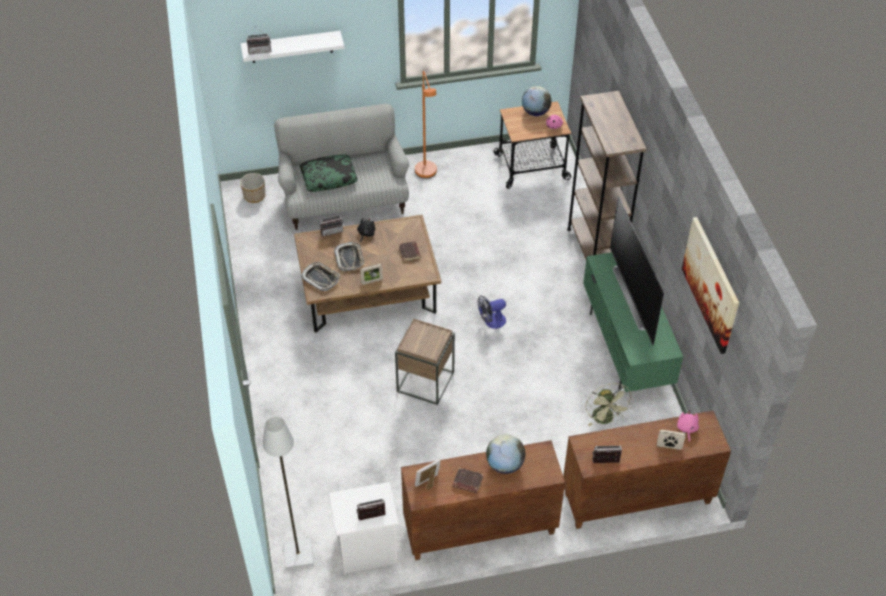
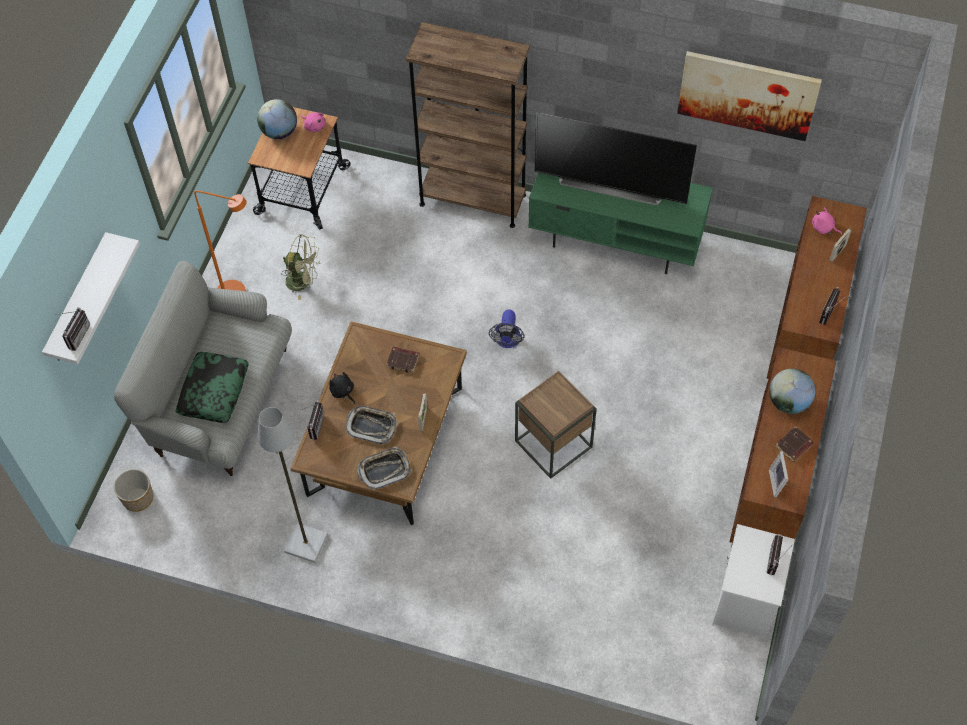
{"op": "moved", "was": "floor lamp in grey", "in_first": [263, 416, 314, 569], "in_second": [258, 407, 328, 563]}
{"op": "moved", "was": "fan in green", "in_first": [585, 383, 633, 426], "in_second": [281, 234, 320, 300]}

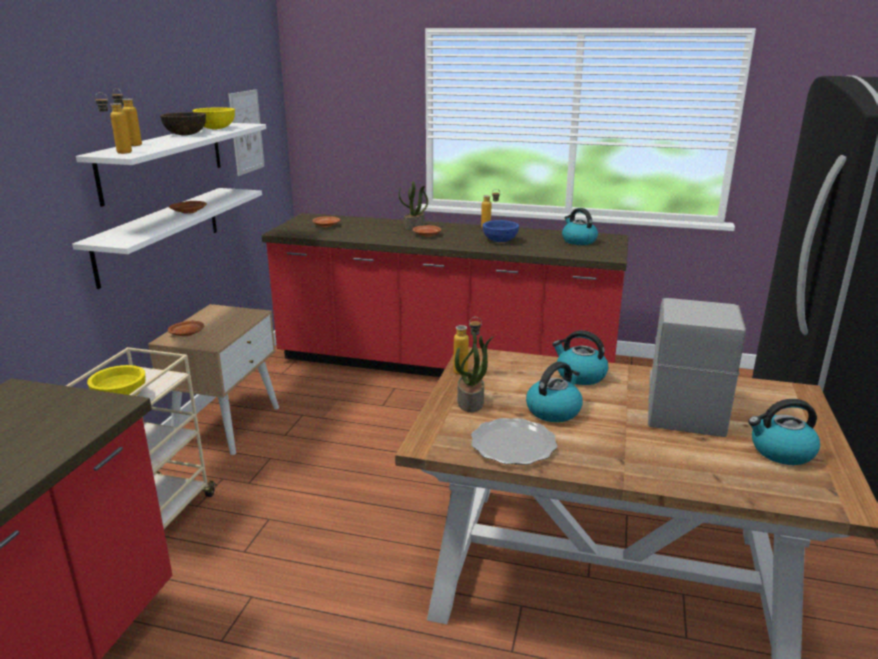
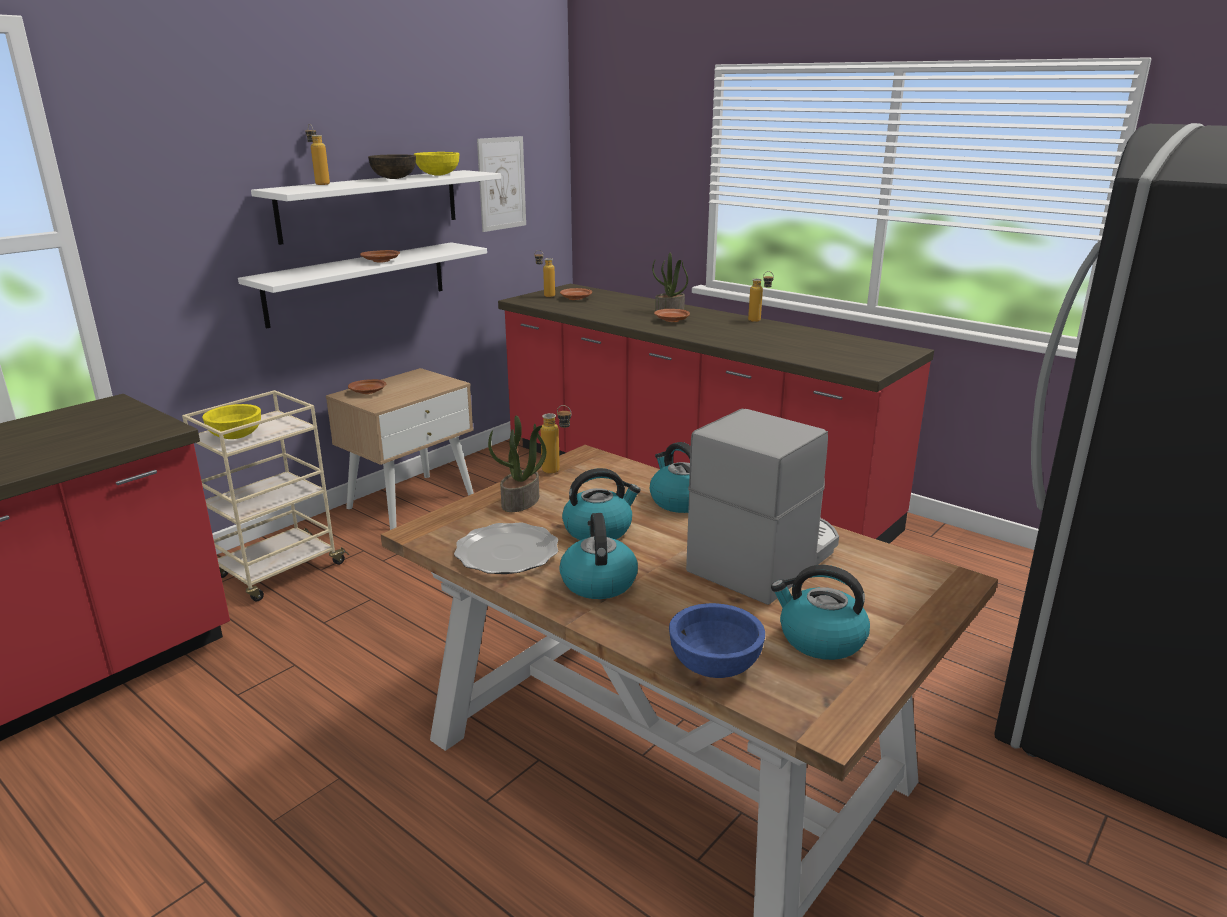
{"op": "moved", "was": "bottle", "in_first": [95, 93, 132, 154], "in_second": [534, 250, 555, 297]}
{"op": "moved", "was": "bowl in blue", "in_first": [482, 220, 519, 242], "in_second": [669, 603, 765, 678]}
{"op": "moved", "was": "kettle", "in_first": [562, 208, 598, 245], "in_second": [559, 513, 638, 599]}

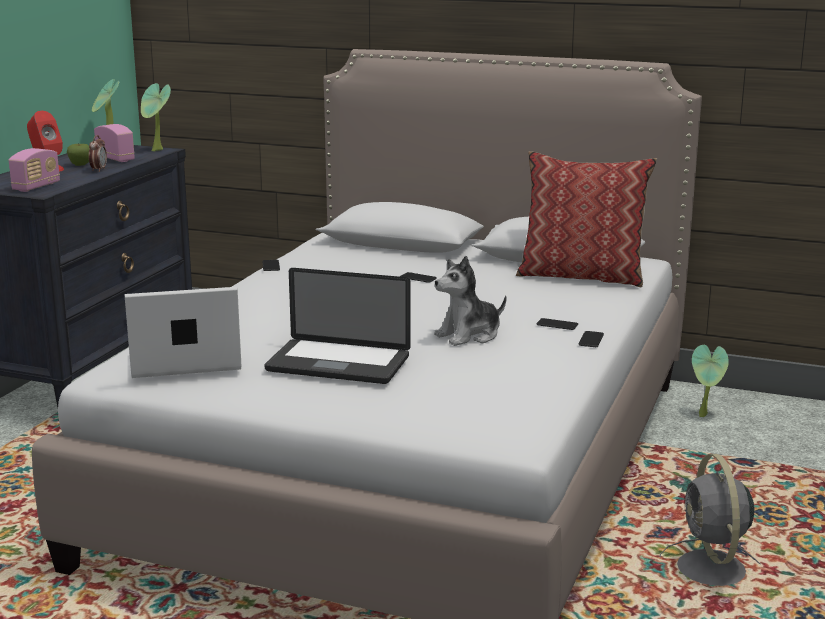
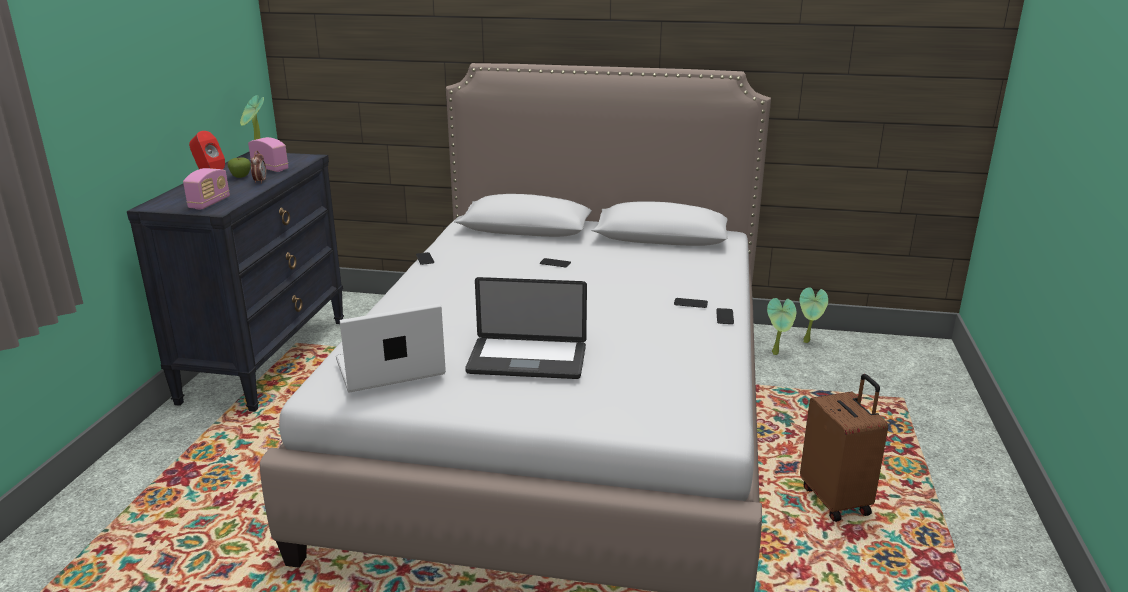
{"op": "removed", "was": "plush toy", "in_first": [434, 256, 506, 346]}
{"op": "removed", "was": "pillow", "in_first": [516, 151, 657, 287]}
{"op": "moved", "was": "potted plant", "in_first": [141, 83, 171, 152], "in_second": [799, 287, 828, 343]}
{"op": "replaced", "was": "fan in grey", "now": "suitcase in brown", "in_first": [660, 454, 760, 586], "in_second": [800, 374, 888, 522]}

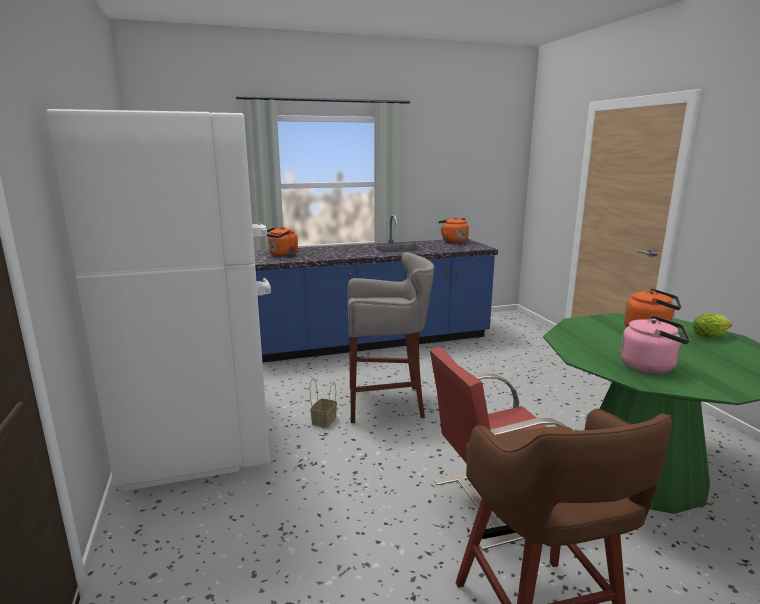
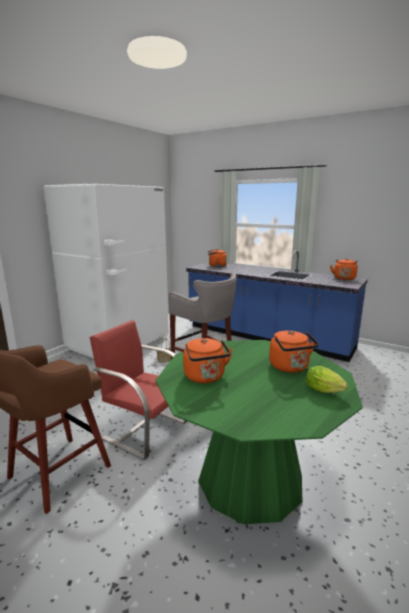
{"op": "recoloured", "was": "kettle in pink", "now": "kettle in orange", "in_first": [620, 315, 690, 374], "in_second": [183, 338, 233, 383]}

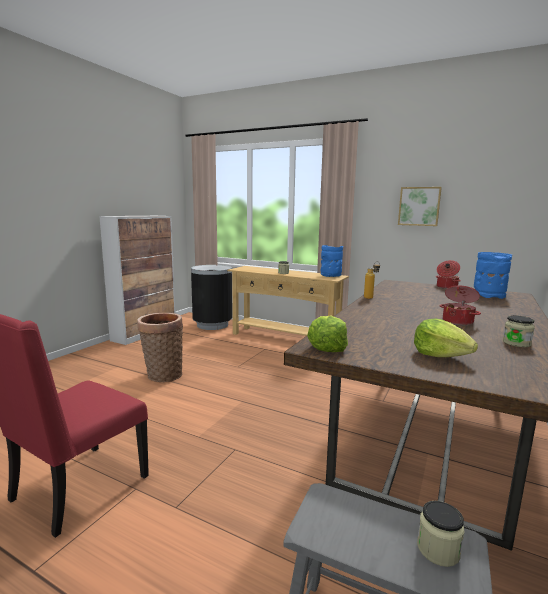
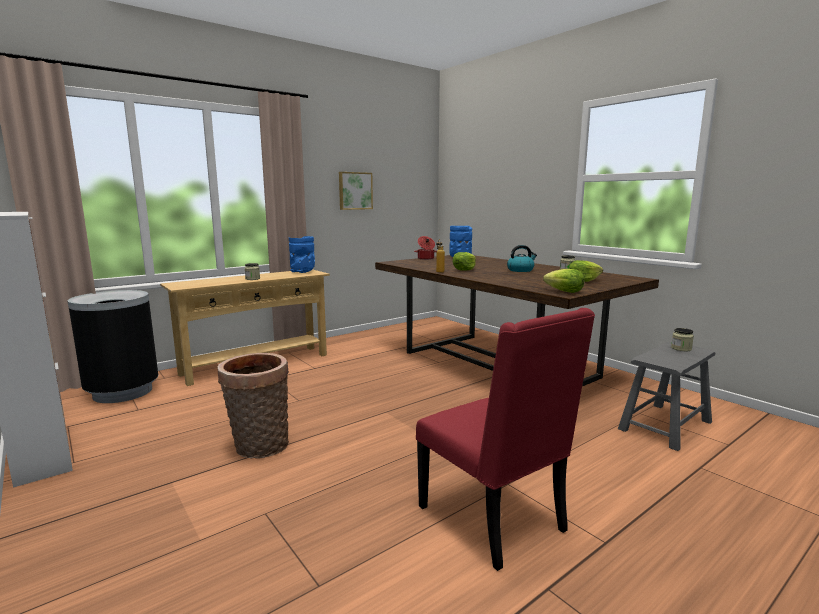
{"op": "added", "now": "lettuce", "in_second": [452, 252, 476, 271]}
{"op": "replaced", "was": "cooking pot", "now": "kettle", "in_first": [440, 286, 481, 326], "in_second": [507, 245, 537, 272]}

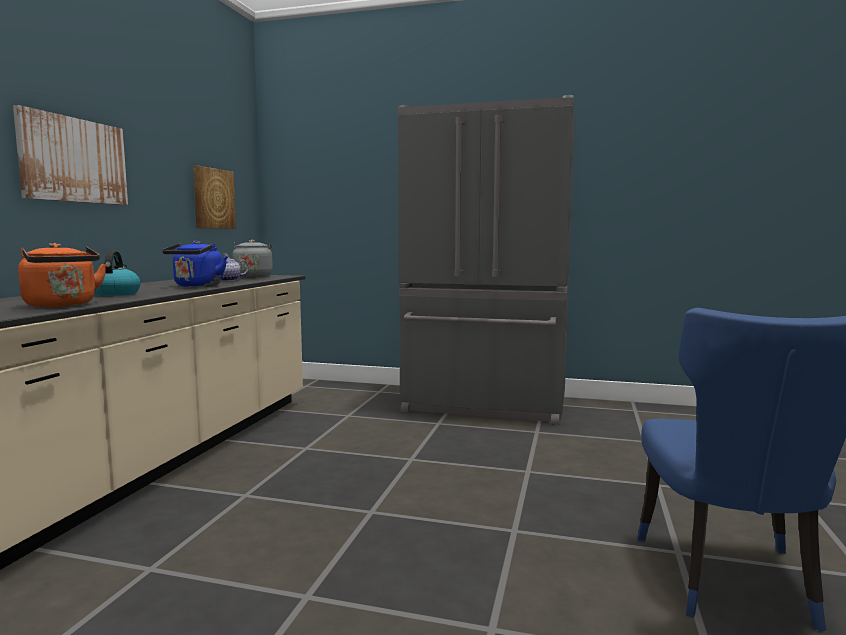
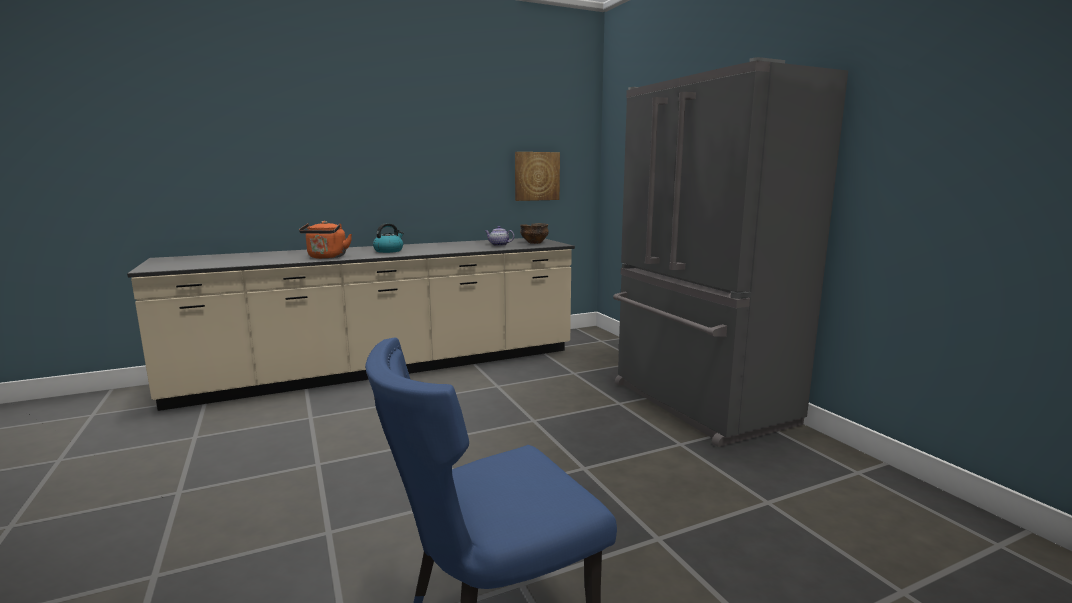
{"op": "removed", "was": "picture", "in_first": [13, 105, 128, 205]}
{"op": "removed", "was": "kettle in blue", "in_first": [162, 241, 227, 287]}
{"op": "replaced", "was": "kettle in grey", "now": "bowl", "in_first": [224, 240, 273, 278], "in_second": [520, 223, 549, 244]}

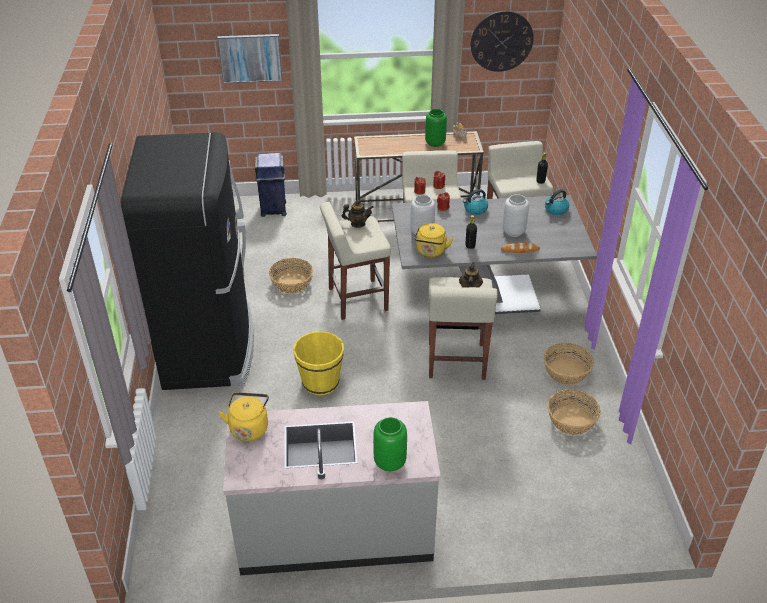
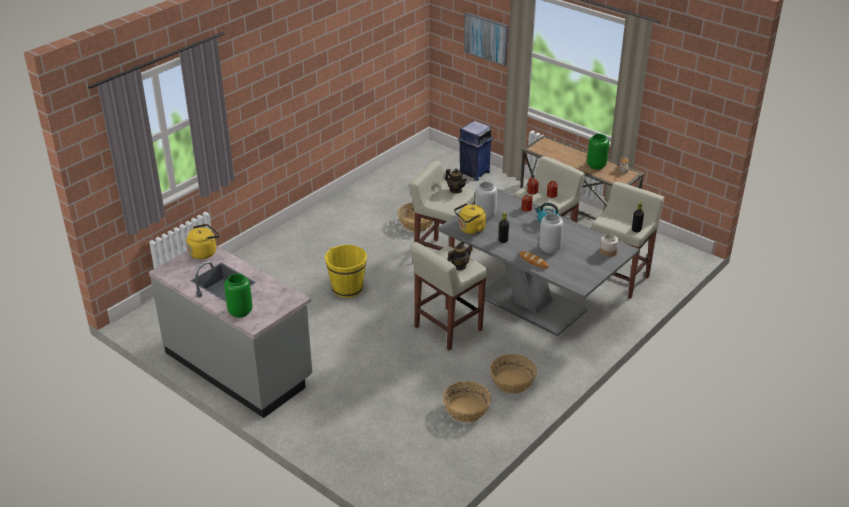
{"op": "removed", "was": "fridge in black", "in_first": [121, 132, 254, 390]}
{"op": "removed", "was": "wall clock", "in_first": [471, 11, 534, 72]}
{"op": "replaced", "was": "kettle", "now": "jar", "in_first": [545, 189, 569, 215], "in_second": [600, 234, 618, 257]}

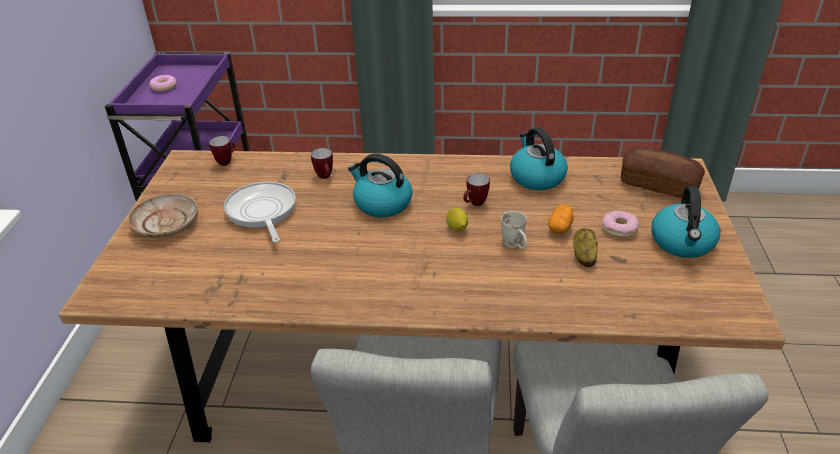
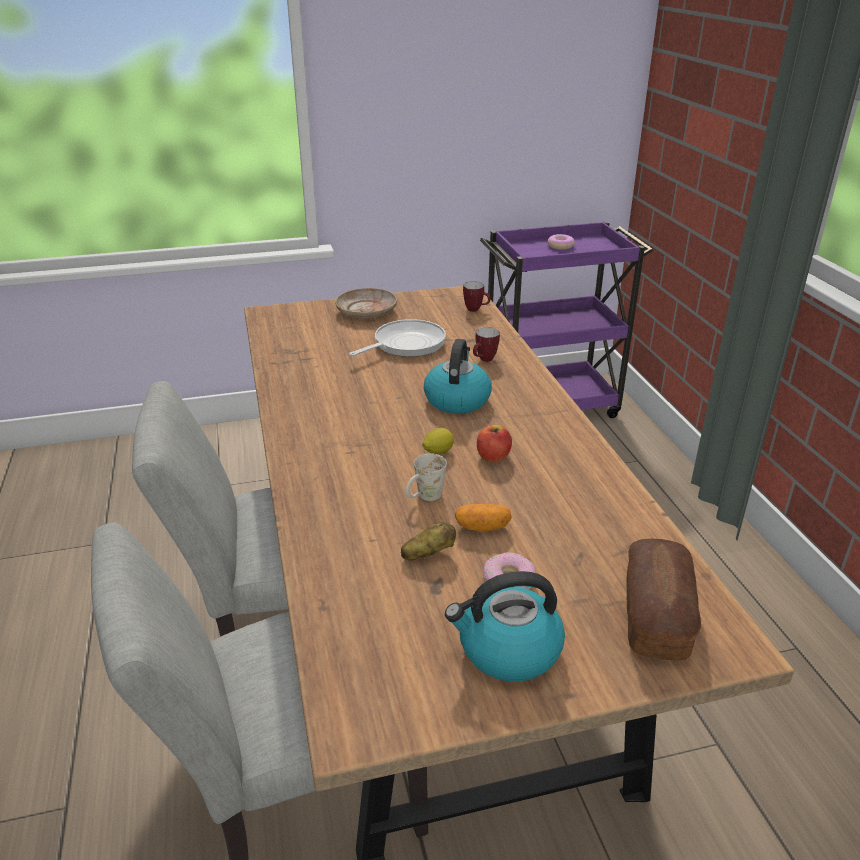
{"op": "removed", "was": "kettle", "in_first": [510, 127, 568, 190]}
{"op": "replaced", "was": "mug", "now": "apple", "in_first": [463, 173, 490, 206], "in_second": [477, 425, 512, 462]}

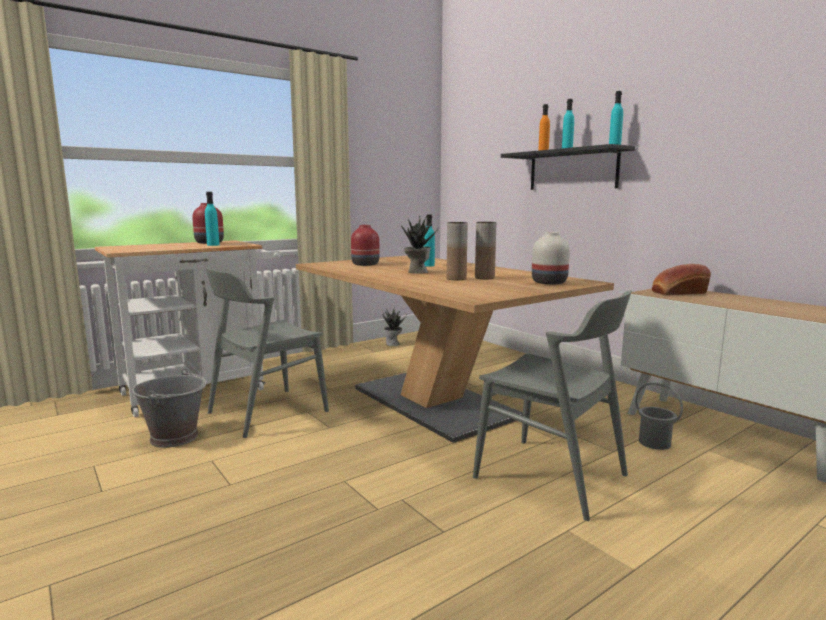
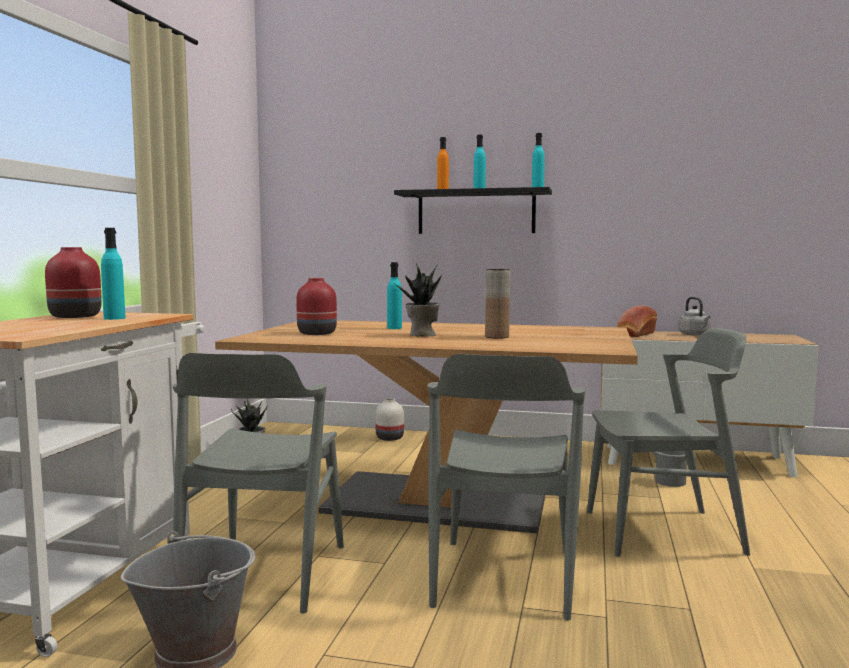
{"op": "removed", "was": "vase in brown", "in_first": [475, 222, 496, 279]}
{"op": "added", "now": "chair in grey", "in_second": [427, 354, 586, 621]}
{"op": "added", "now": "kettle in grey", "in_second": [678, 297, 711, 335]}
{"op": "moved", "was": "vase in white", "in_first": [532, 232, 570, 285], "in_second": [375, 398, 404, 441]}

